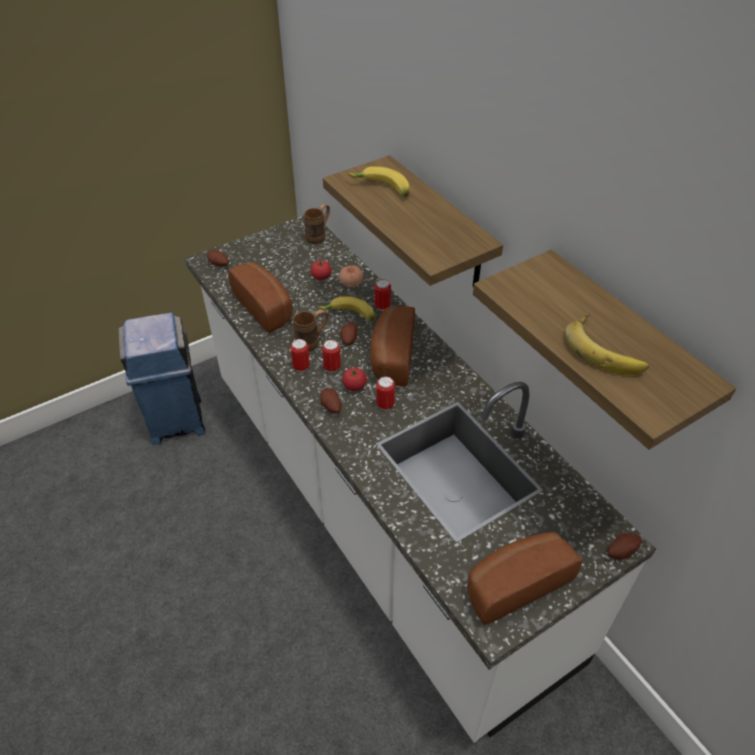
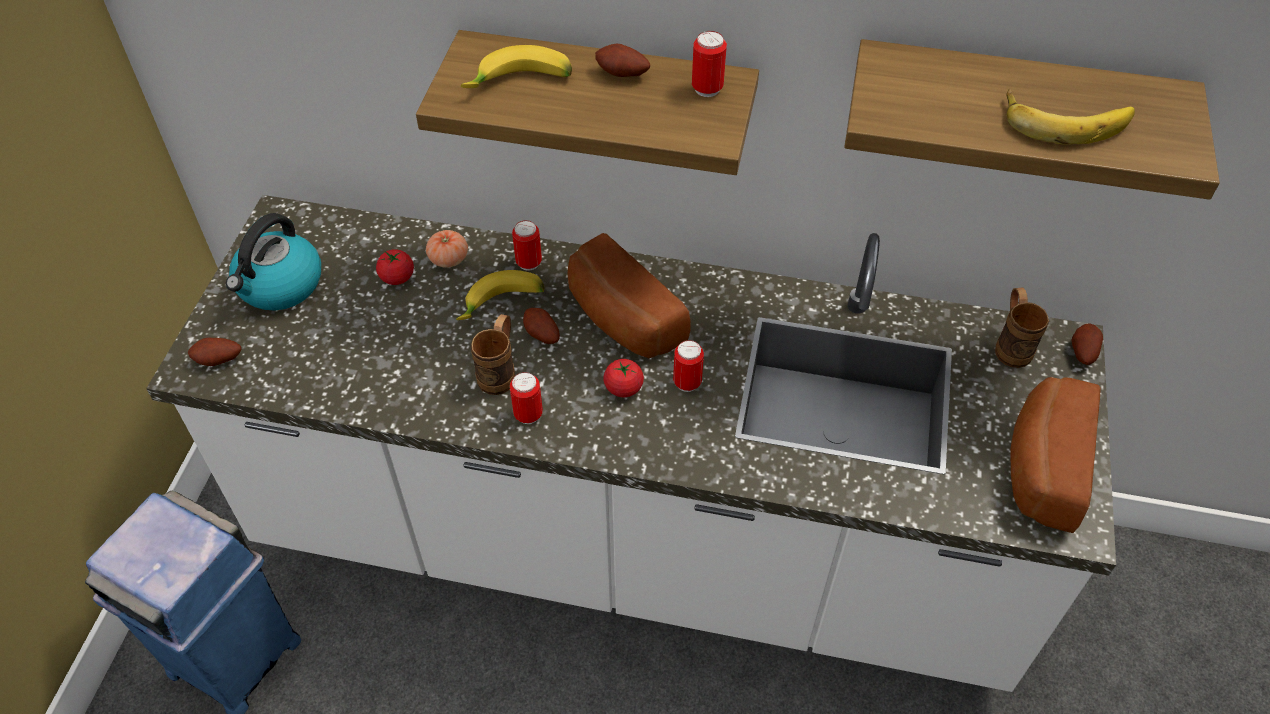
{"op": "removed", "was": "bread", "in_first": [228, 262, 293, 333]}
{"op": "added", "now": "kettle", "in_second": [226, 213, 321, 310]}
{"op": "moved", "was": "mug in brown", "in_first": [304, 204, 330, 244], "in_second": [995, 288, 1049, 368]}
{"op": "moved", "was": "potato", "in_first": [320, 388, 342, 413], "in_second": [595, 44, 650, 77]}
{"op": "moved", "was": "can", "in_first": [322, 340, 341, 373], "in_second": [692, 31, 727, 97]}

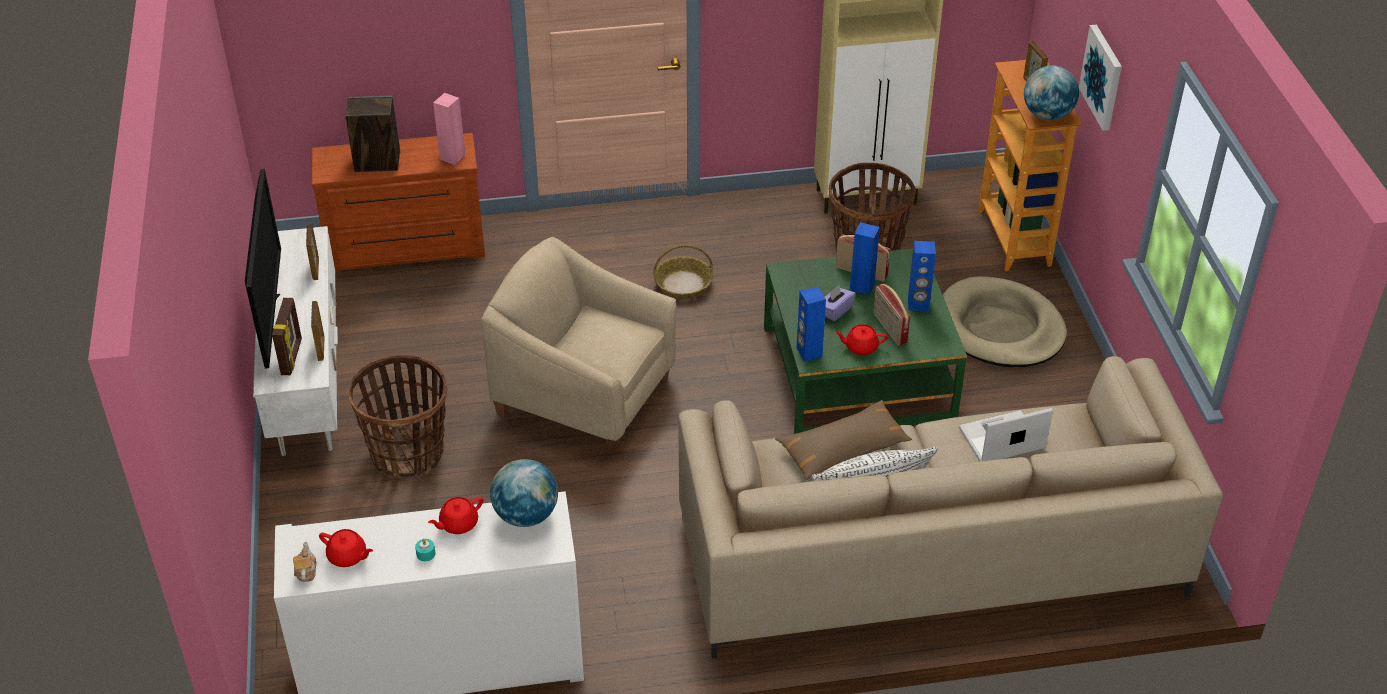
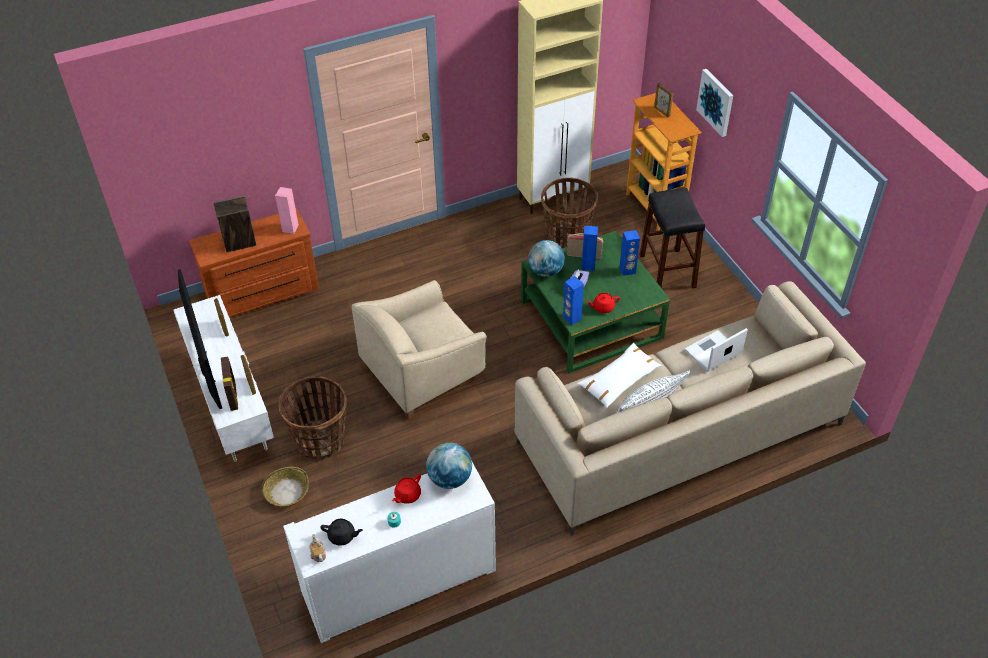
{"op": "removed", "was": "radio", "in_first": [873, 284, 910, 345]}
{"op": "moved", "was": "basket", "in_first": [654, 245, 713, 299], "in_second": [261, 467, 309, 507]}
{"op": "moved", "was": "globe", "in_first": [1024, 65, 1079, 120], "in_second": [528, 240, 565, 277]}
{"op": "replaced", "was": "dog bed in beige", "now": "stool in black", "in_first": [943, 276, 1067, 367], "in_second": [640, 188, 705, 288]}
{"op": "recoloured", "was": "teapot in red", "now": "teapot in black", "in_first": [319, 529, 373, 567], "in_second": [320, 519, 363, 546]}
{"op": "recoloured", "was": "pillow in brown", "now": "pillow in white", "in_first": [775, 400, 912, 480], "in_second": [577, 342, 662, 408]}
{"op": "turned", "was": "armchair in beige", "in_first": [481, 237, 676, 452], "in_second": [352, 280, 487, 420], "clockwise": -45}

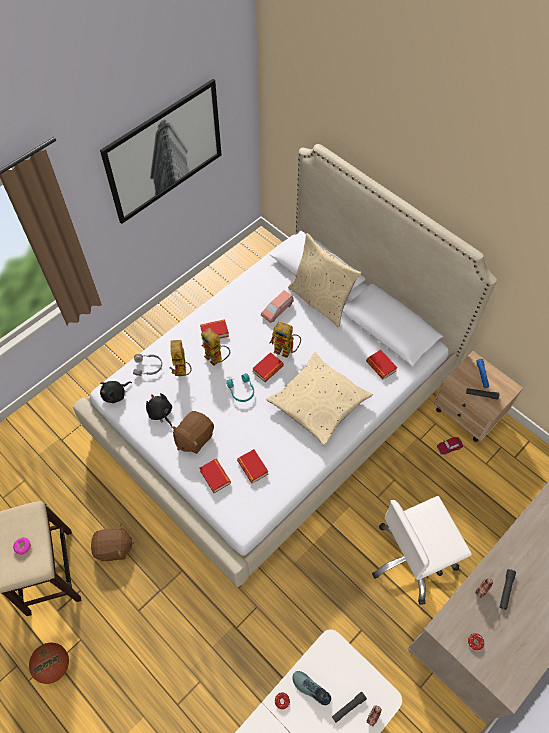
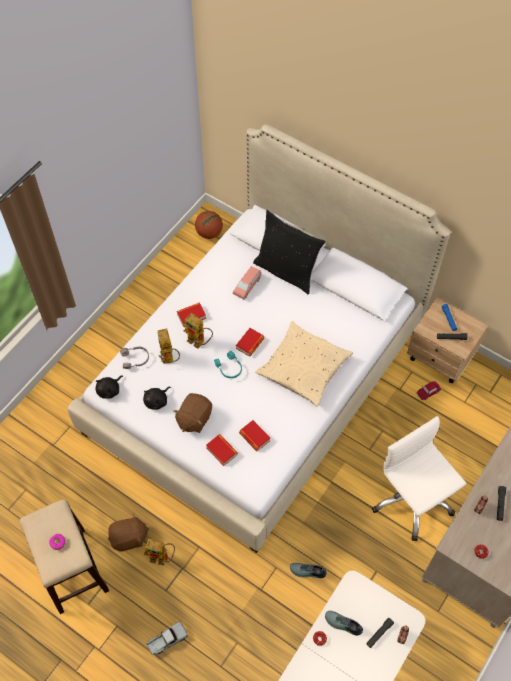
{"op": "removed", "was": "picture", "in_first": [100, 79, 222, 224]}
{"op": "removed", "was": "book", "in_first": [366, 350, 397, 380]}
{"op": "added", "now": "toy truck", "in_second": [146, 621, 188, 655]}
{"op": "added", "now": "shoe", "in_second": [290, 563, 327, 578]}
{"op": "moved", "was": "basketball", "in_first": [29, 643, 69, 684], "in_second": [195, 211, 223, 239]}
{"op": "moved", "was": "toy robot", "in_first": [270, 321, 301, 358], "in_second": [144, 539, 175, 566]}
{"op": "recoloured", "was": "pillow in beige", "now": "pillow in black", "in_first": [288, 233, 362, 328], "in_second": [253, 209, 326, 295]}
{"op": "turned", "was": "plush toy in black", "in_first": [146, 393, 172, 426], "in_second": [143, 387, 171, 410], "clockwise": -90}
{"op": "turned", "was": "office chair in white", "in_first": [372, 496, 472, 605], "in_second": [372, 416, 466, 541], "clockwise": 90}

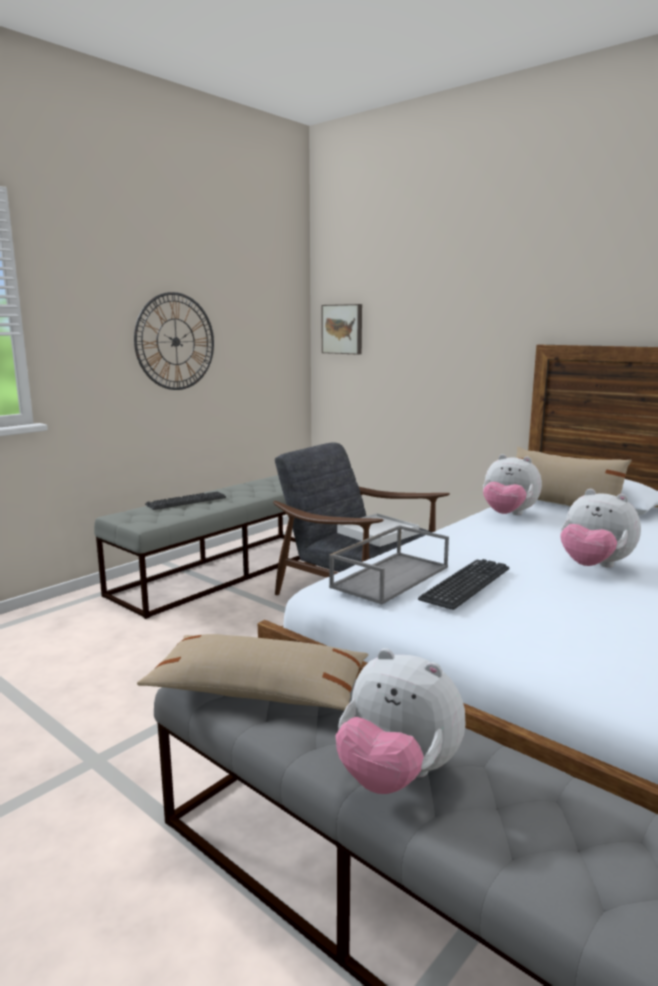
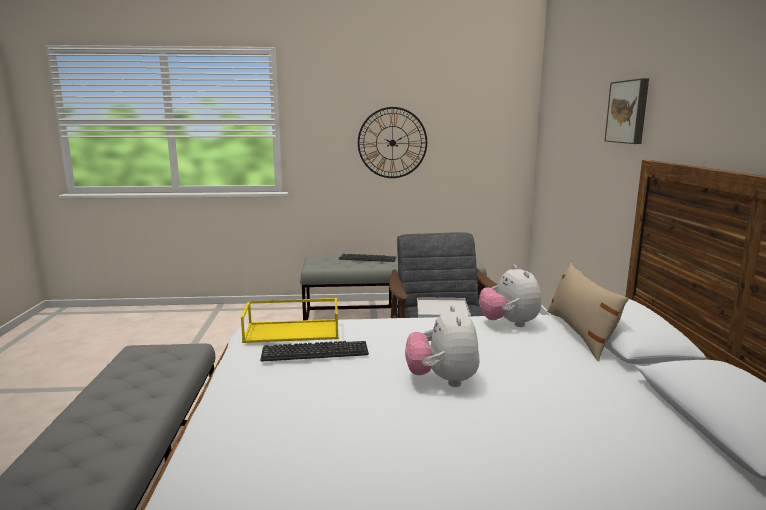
{"op": "removed", "was": "pillow in beige", "in_first": [137, 634, 369, 711]}
{"op": "removed", "was": "plush toy", "in_first": [336, 648, 466, 794]}
{"op": "moved", "was": "picture", "in_first": [322, 304, 362, 355], "in_second": [605, 78, 649, 144]}
{"op": "recoloured", "was": "tray in grey", "now": "tray in yellow", "in_first": [329, 525, 449, 605], "in_second": [241, 298, 339, 343]}

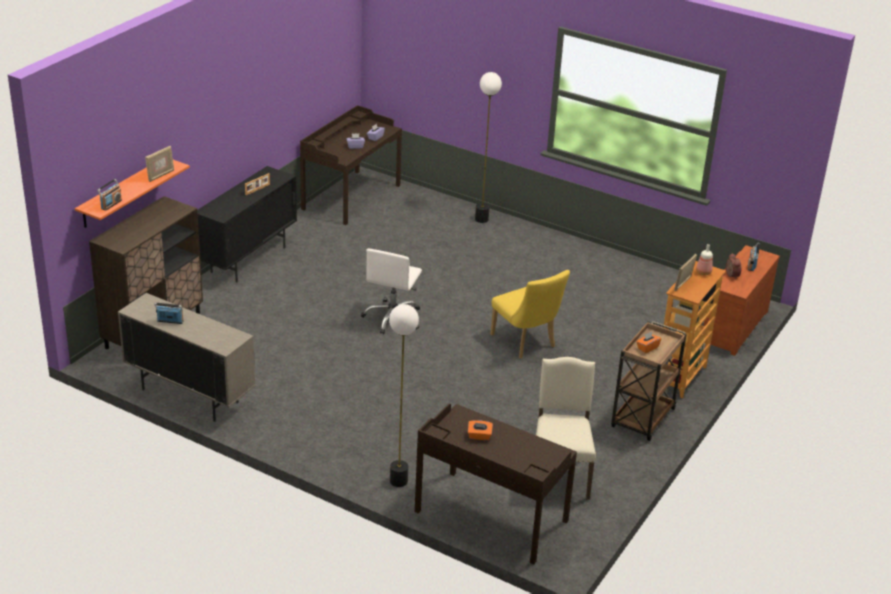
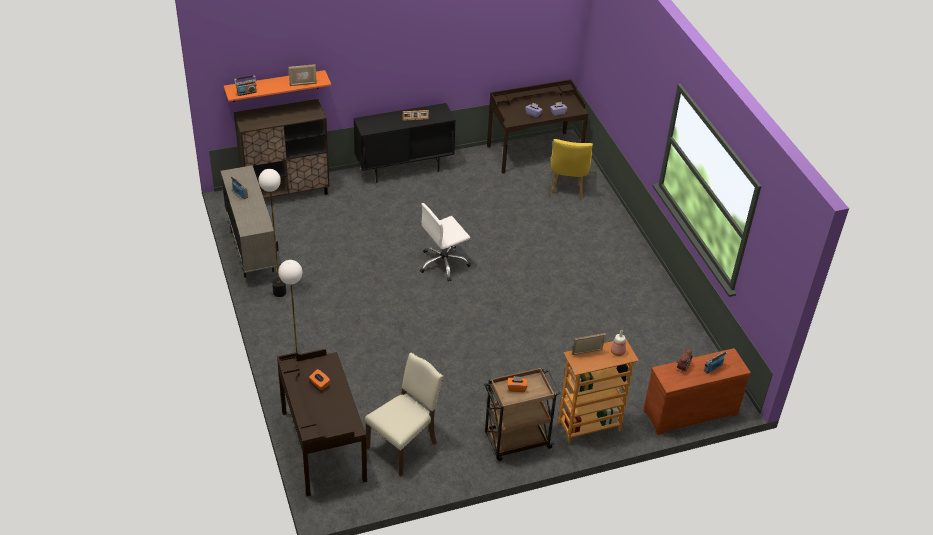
{"op": "moved", "was": "floor lamp", "in_first": [475, 72, 502, 223], "in_second": [259, 169, 286, 297]}
{"op": "moved", "was": "chair in yellow", "in_first": [490, 270, 570, 359], "in_second": [550, 139, 593, 198]}

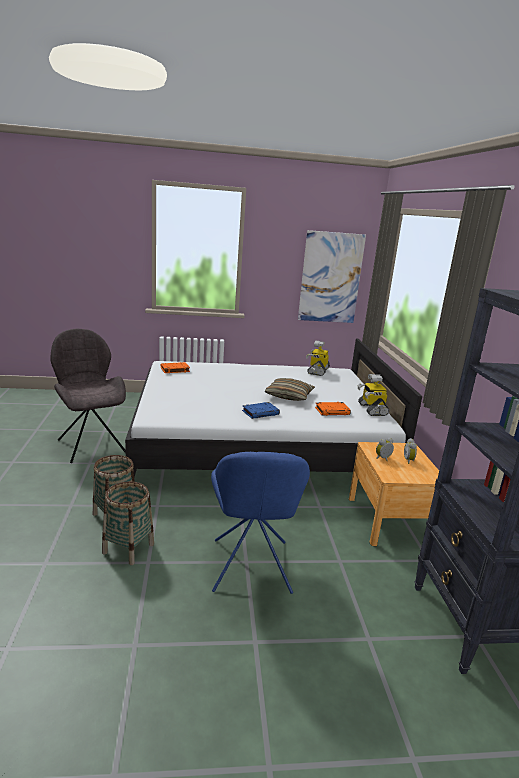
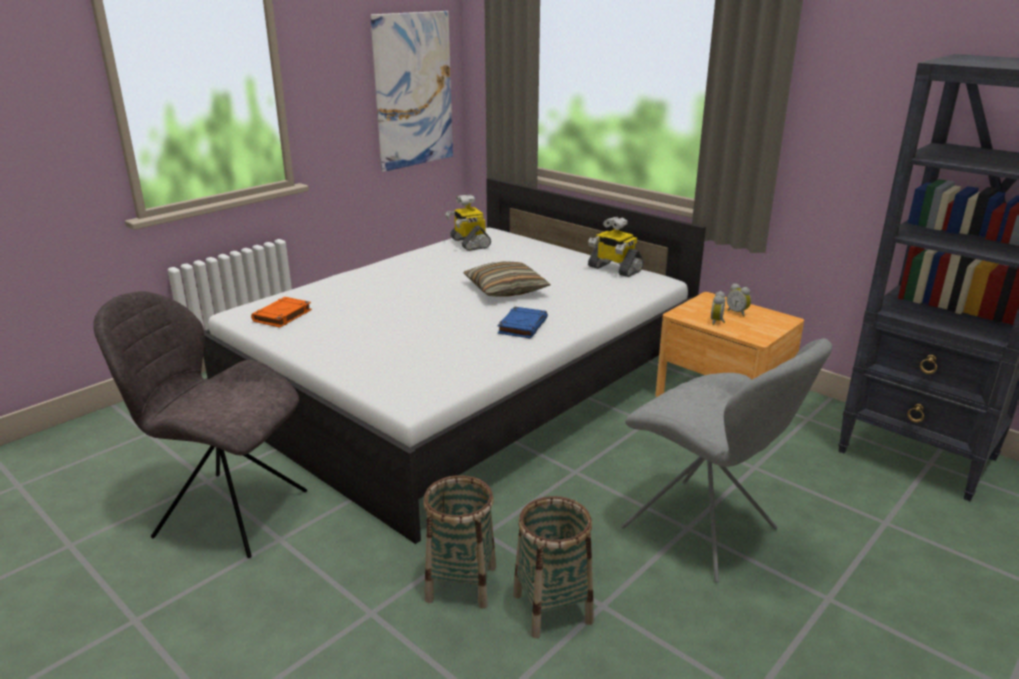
{"op": "removed", "was": "book in orange", "in_first": [315, 402, 351, 416]}
{"op": "recoloured", "was": "chair in blue", "now": "chair in grey", "in_first": [211, 452, 310, 594], "in_second": [621, 338, 832, 583]}

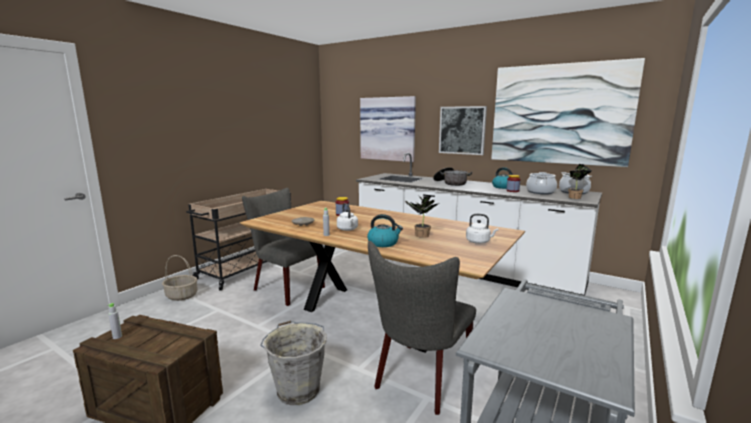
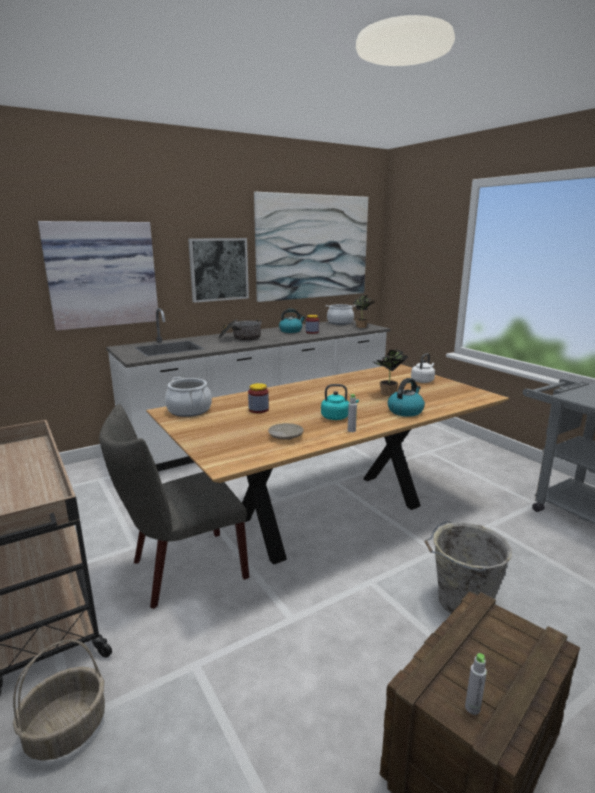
{"op": "removed", "was": "chair in grey", "in_first": [368, 241, 476, 415]}
{"op": "moved", "was": "cooking pot", "in_first": [526, 172, 557, 194], "in_second": [165, 377, 212, 417]}
{"op": "recoloured", "was": "kettle in white", "now": "kettle in turquoise", "in_first": [337, 203, 358, 231], "in_second": [321, 384, 359, 420]}

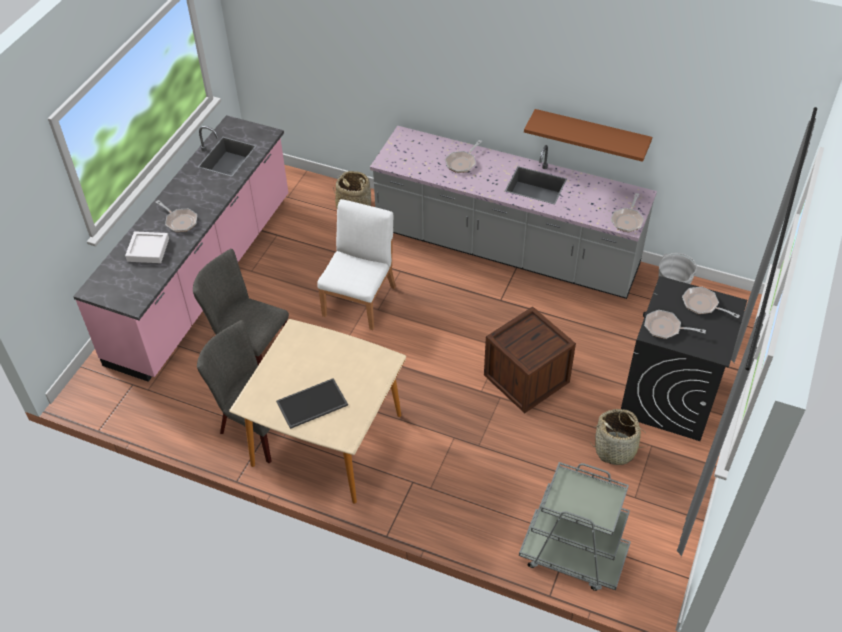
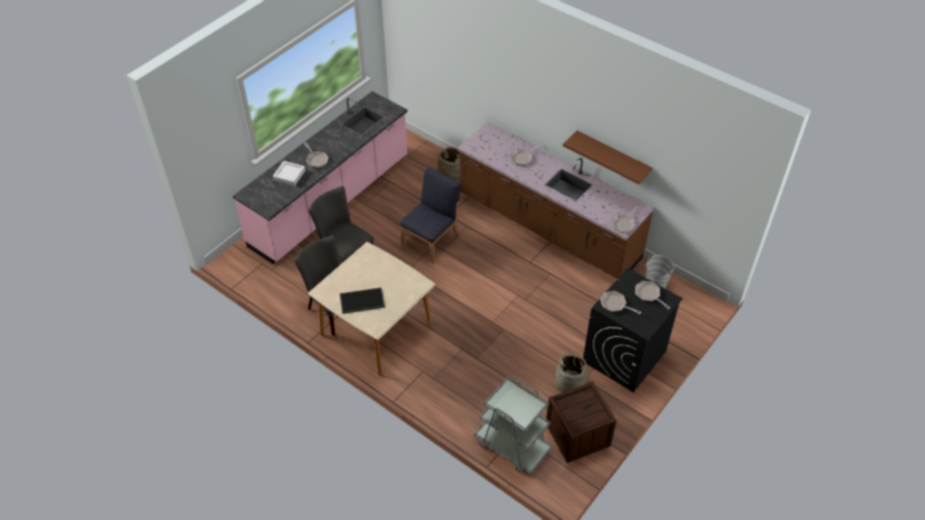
{"op": "moved", "was": "crate", "in_first": [484, 306, 576, 413], "in_second": [546, 381, 617, 463]}
{"op": "recoloured", "was": "chair in white", "now": "chair in blue", "in_first": [317, 199, 396, 330], "in_second": [400, 167, 461, 263]}
{"op": "recoloured", "was": "counter in grey", "now": "counter in brown", "in_first": [370, 126, 657, 299], "in_second": [457, 122, 655, 279]}

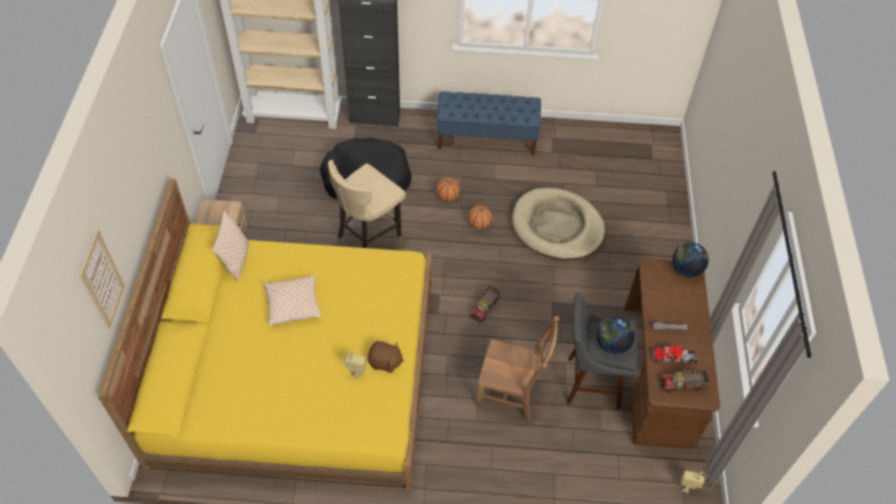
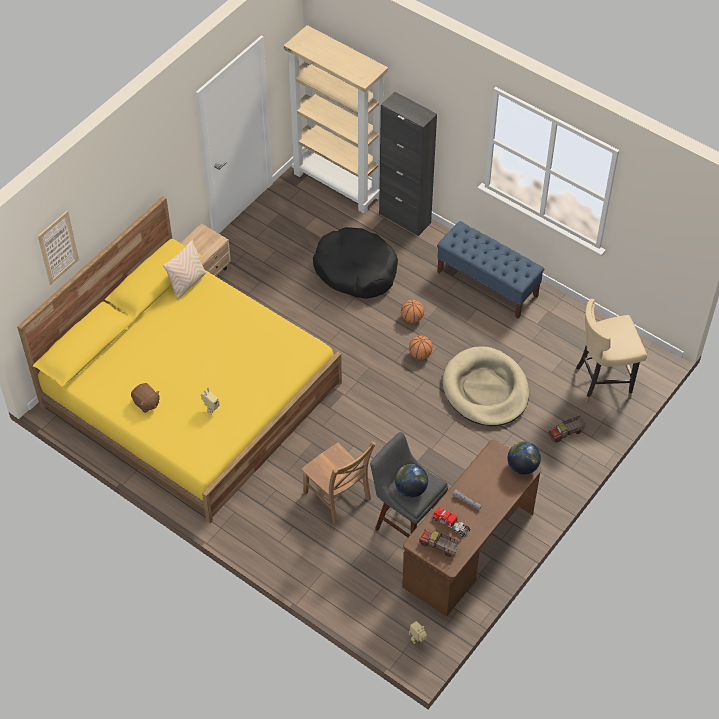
{"op": "removed", "was": "pillow in beige", "in_first": [263, 275, 321, 326]}
{"op": "moved", "was": "chair in beige", "in_first": [328, 160, 406, 248], "in_second": [574, 299, 647, 402]}
{"op": "moved", "was": "plush toy in brown", "in_first": [368, 341, 404, 373], "in_second": [131, 383, 160, 413]}
{"op": "moved", "was": "toy truck", "in_first": [470, 285, 501, 323], "in_second": [548, 415, 586, 443]}

